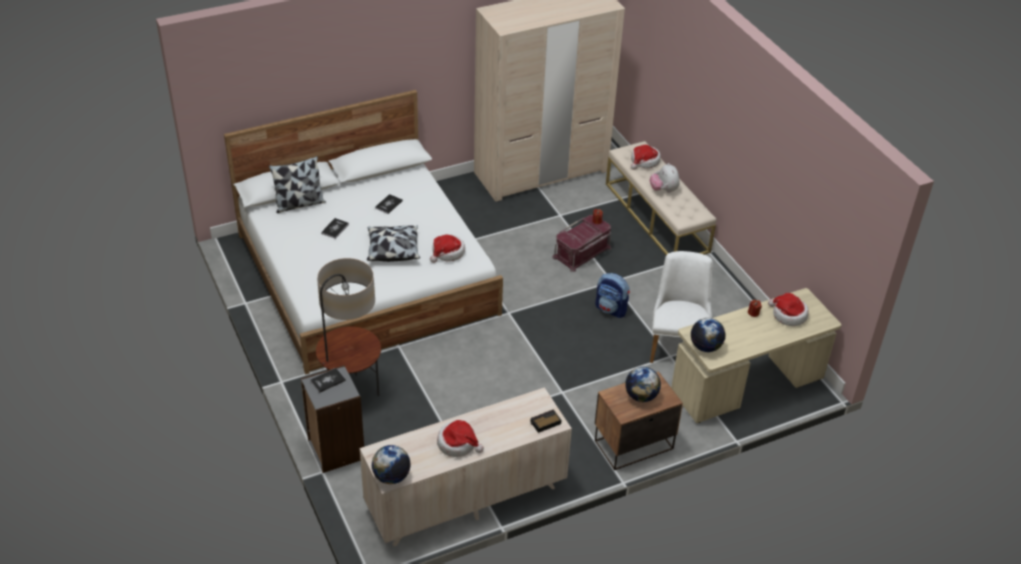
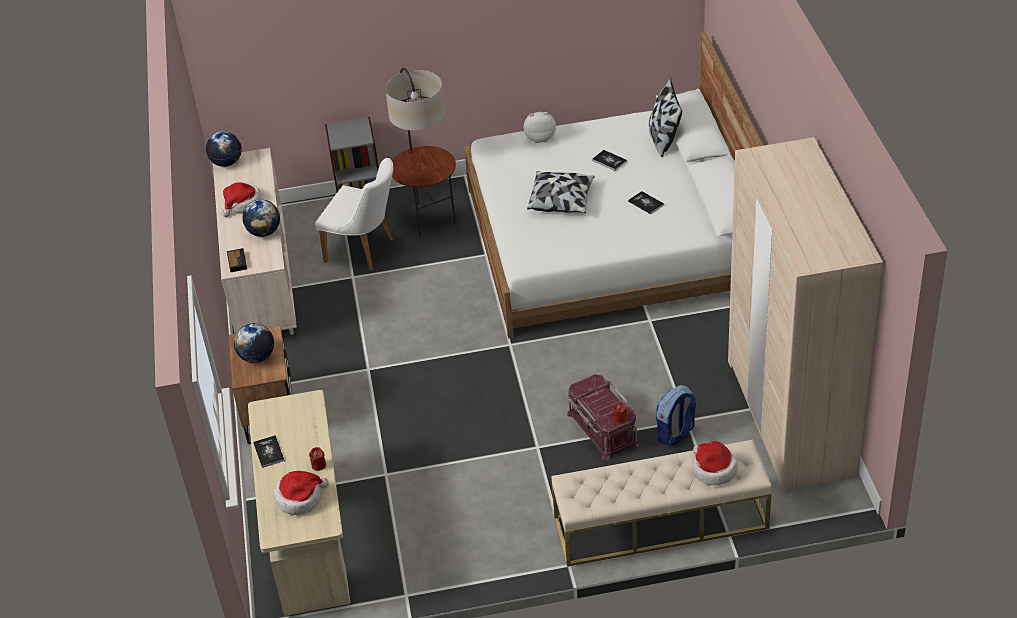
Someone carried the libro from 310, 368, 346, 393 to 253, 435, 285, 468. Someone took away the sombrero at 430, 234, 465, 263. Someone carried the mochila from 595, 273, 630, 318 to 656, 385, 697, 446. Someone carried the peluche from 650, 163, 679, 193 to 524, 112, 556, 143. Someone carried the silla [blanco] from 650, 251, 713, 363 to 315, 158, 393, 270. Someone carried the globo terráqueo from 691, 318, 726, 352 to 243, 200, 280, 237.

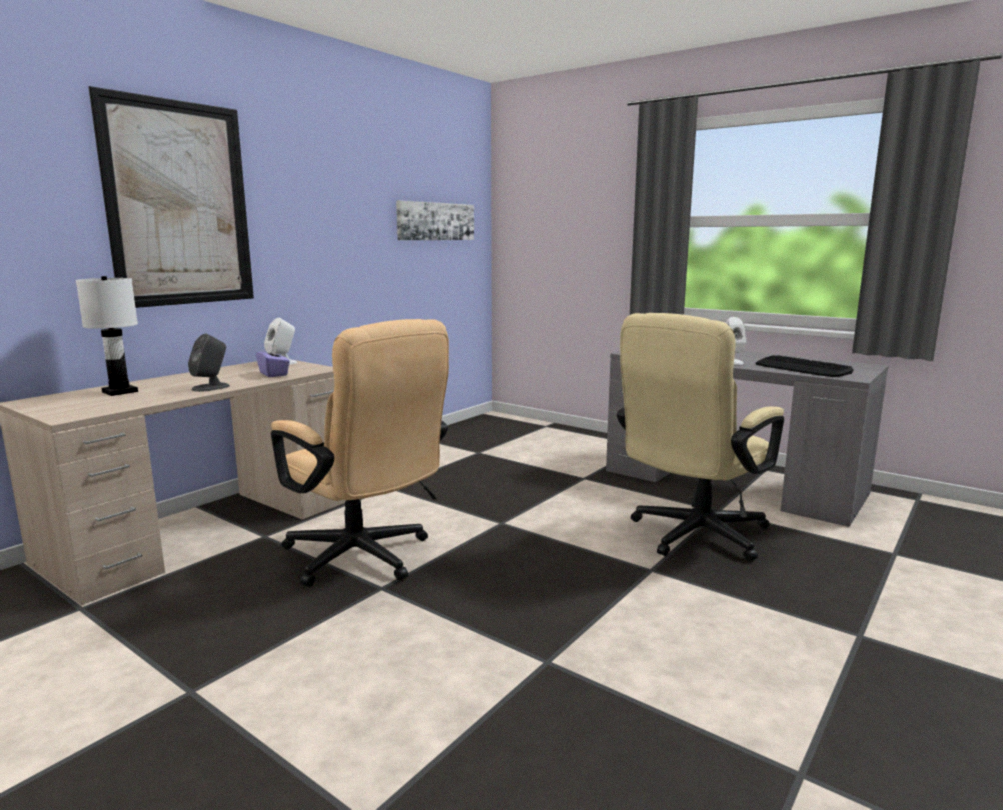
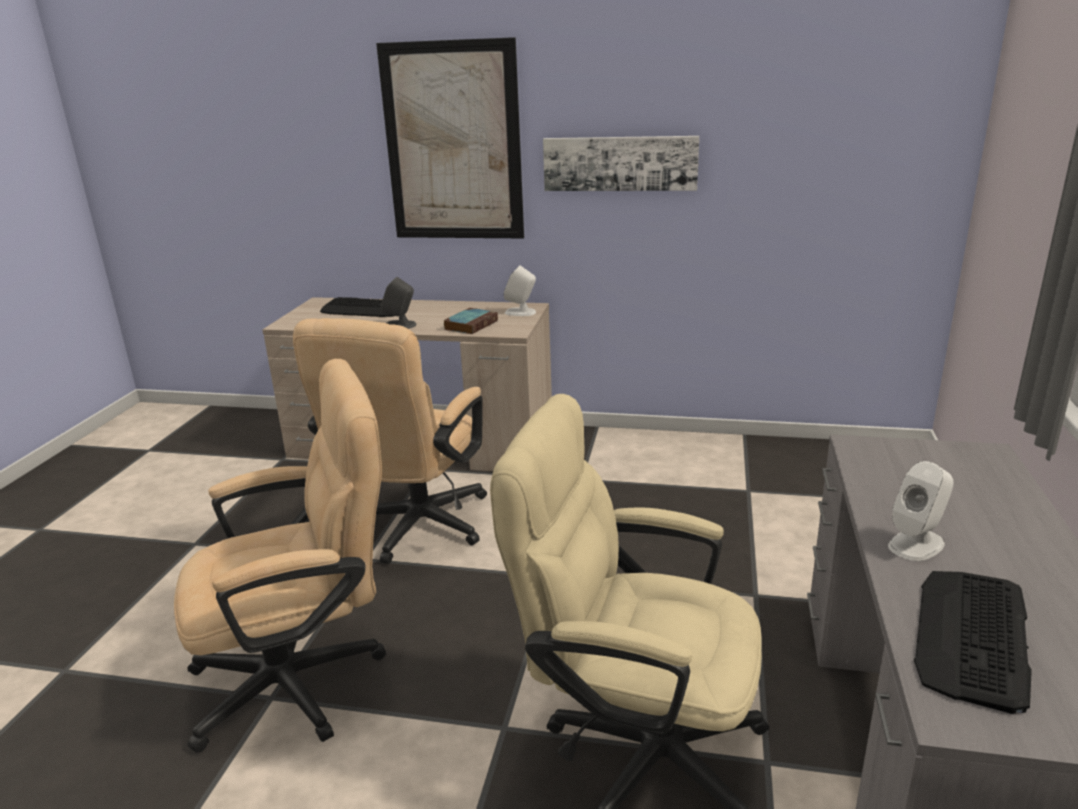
Someone swapped the lámpara de mesa [blanco] at 76, 276, 138, 396 for the teclado at 320, 297, 394, 317. Someone swapped the caja de pañuelos [morado] at 256, 344, 290, 377 for the libro at 444, 308, 498, 334. Someone carried the cuadro from 396, 201, 474, 240 to 543, 136, 699, 191. Someone put down the silla de oficina [beis] at 174, 359, 386, 753.

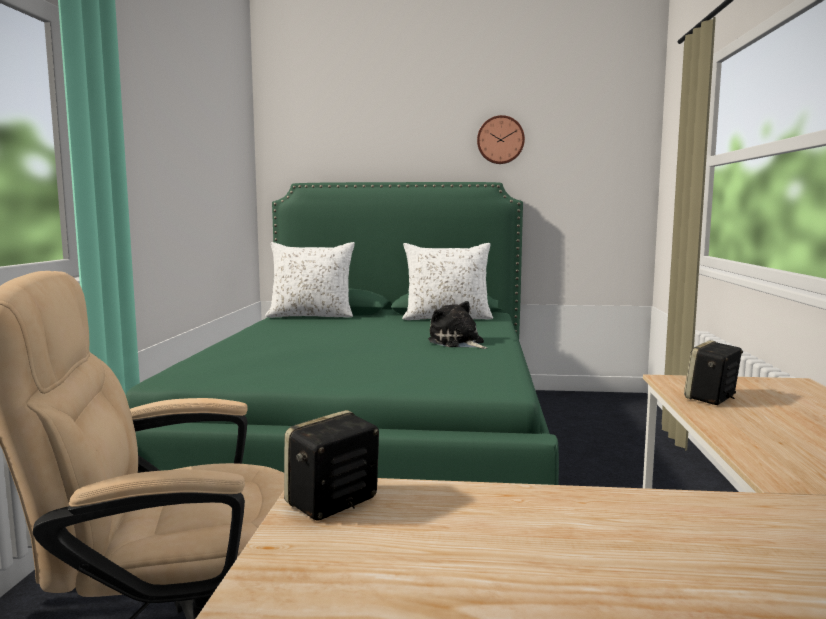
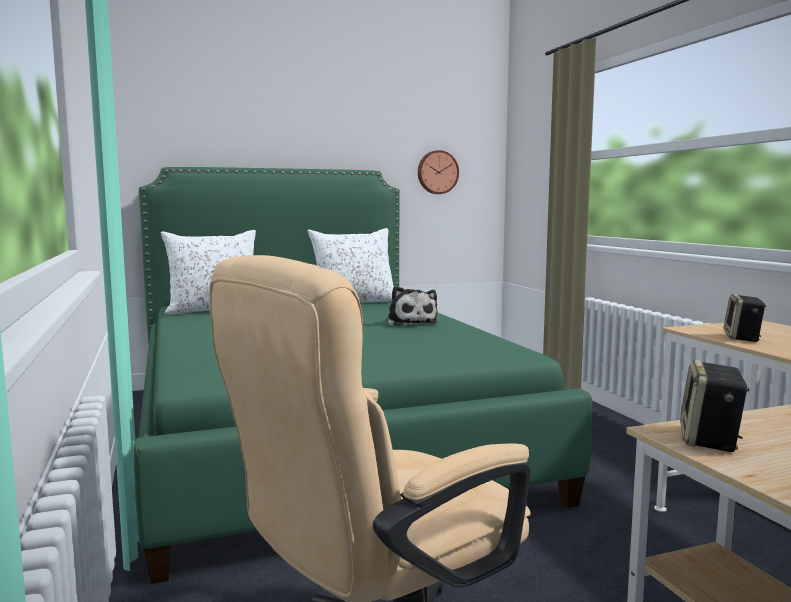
Someone rotated the peluche at 428, 301, 487, 349 by 135 degrees counterclockwise. Someone carried the reloj de pared from 477, 115, 525, 164 to 418, 150, 459, 194.

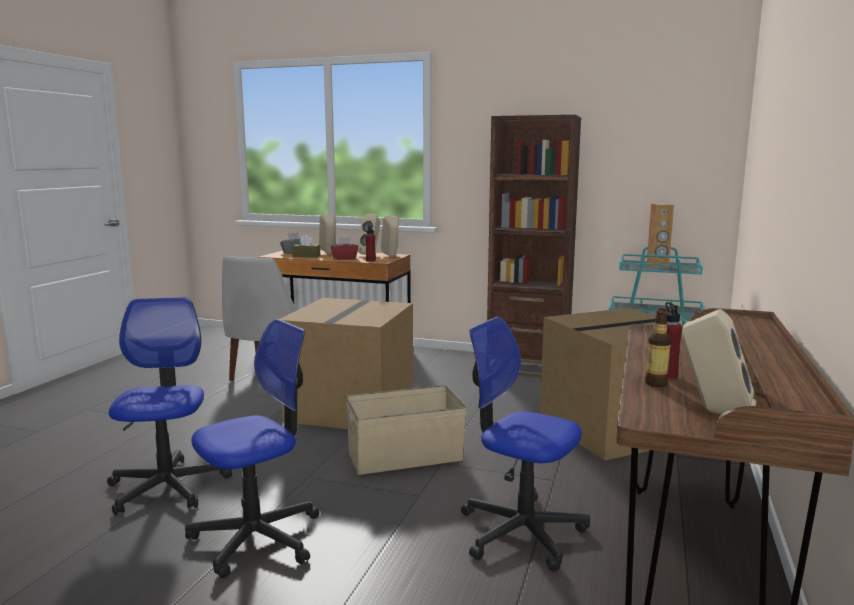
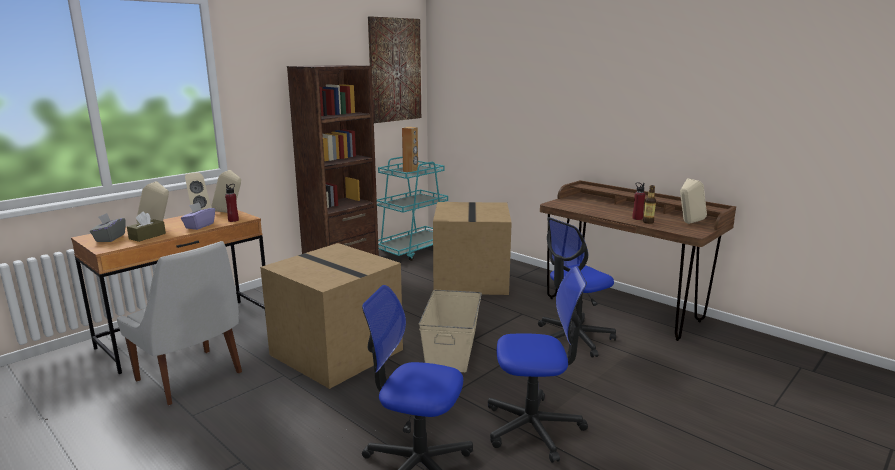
Someone rotated the silla de oficina at 185, 319, 320, 578 by 105 degrees clockwise. Someone repainted the caja de pañuelos [rojo] at 331, 237, 358, 260, which became the caja de pañuelos [morado] at 181, 202, 215, 230. Someone put up the cuadro at 368, 16, 421, 123.

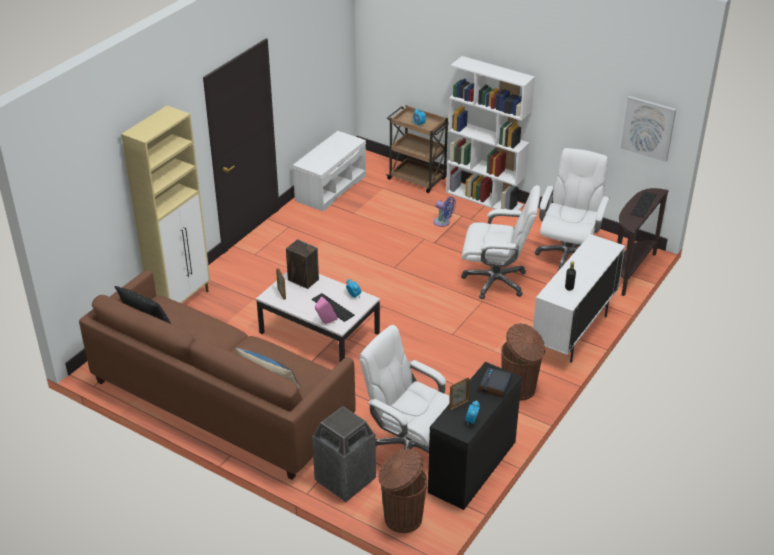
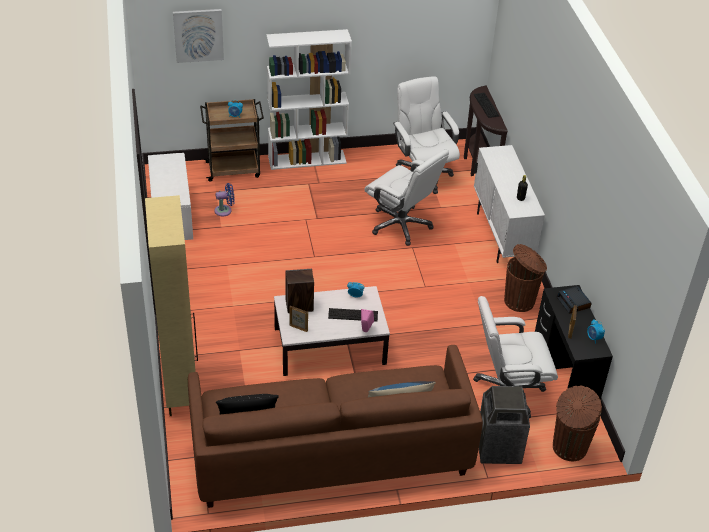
Someone carried the ventilador [azul] from 433, 197, 456, 227 to 214, 183, 235, 217. Someone rotated the silla de oficina [blanco] at 461, 185, 541, 299 by 75 degrees clockwise. Someone carried the cuadro from 621, 96, 676, 162 to 173, 9, 224, 63.

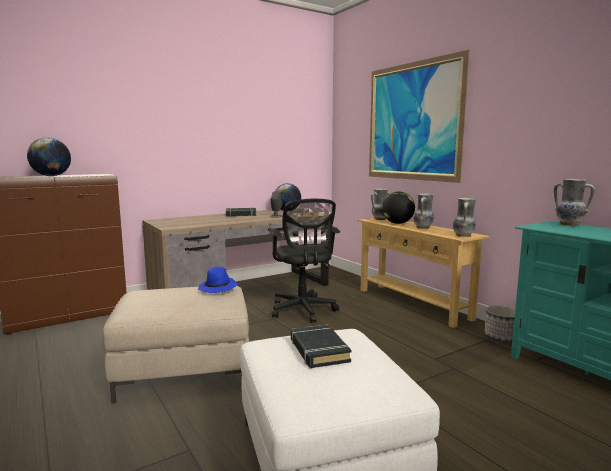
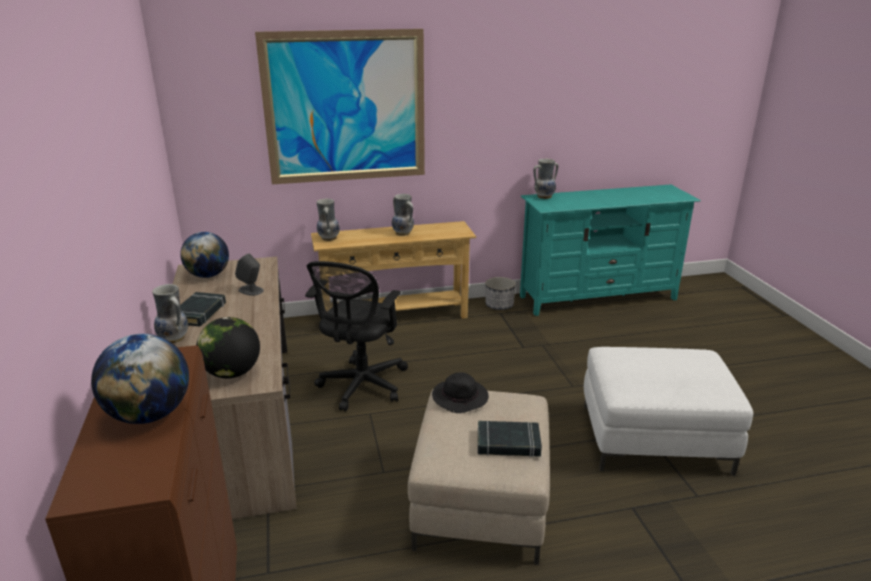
Someone repainted the sombrero [azul] at 198, 267, 238, 293, which became the sombrero [negro] at 432, 372, 489, 413. Someone rotated the silla de oficina [negro] at 269, 199, 340, 323 by 105 degrees clockwise. Someone carried the libro [negro] from 291, 324, 351, 368 to 478, 421, 542, 457. Someone carried the globo terráqueo from 382, 191, 415, 224 to 196, 317, 260, 378. Someone carried the florero from 453, 198, 476, 237 to 152, 284, 188, 343.

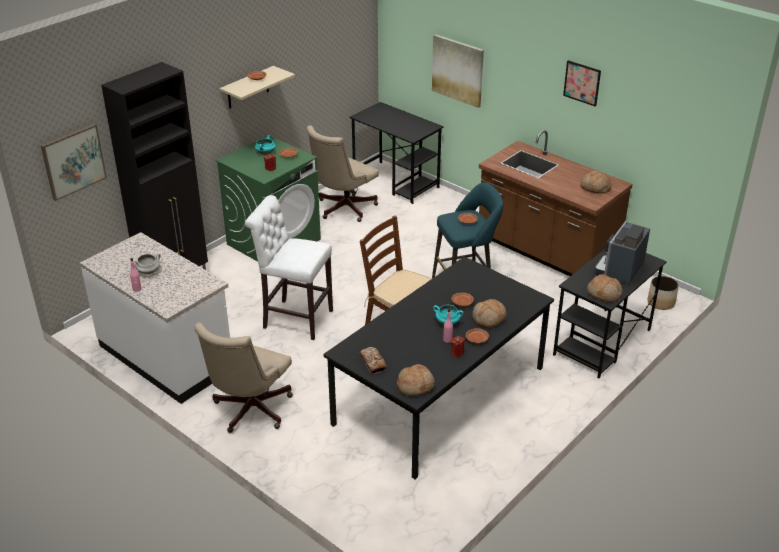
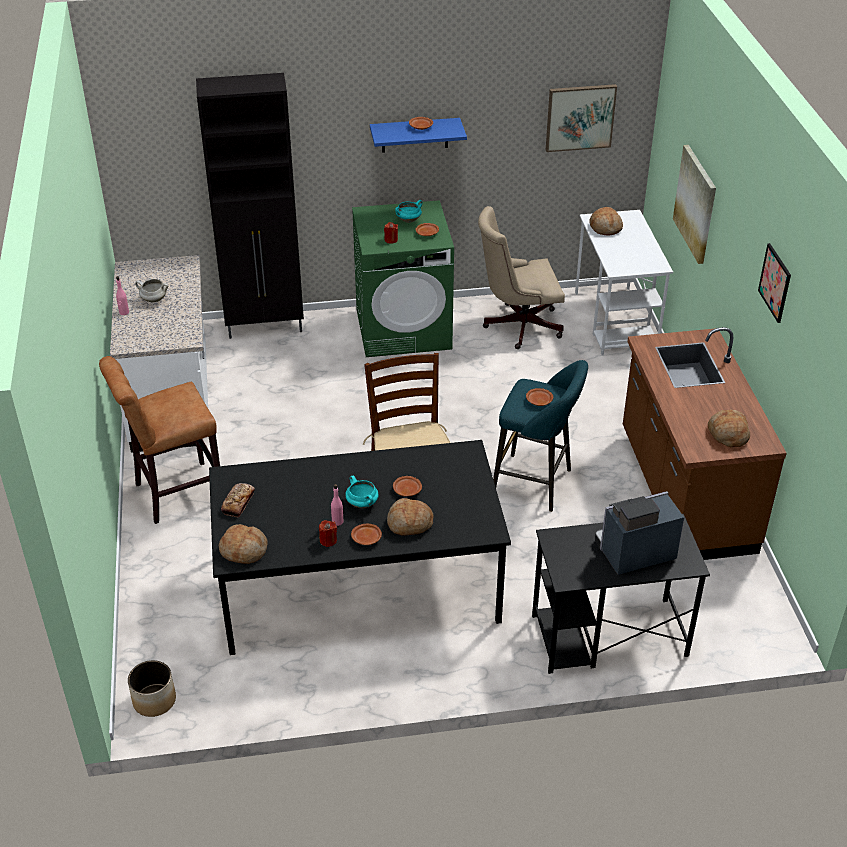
Someone carried the cuadro from 41, 124, 107, 201 to 546, 84, 617, 152. Someone swapped the silla de oficina [beis] at 195, 322, 293, 433 for the taburete [marrón] at 99, 356, 220, 524. Someone repainted the estante [beis] at 220, 66, 295, 109, which became the estante [azul] at 370, 118, 467, 153. Someone took away the taburete [blanco] at 245, 195, 333, 340. Someone repainted the escritorio [negro] at 350, 102, 444, 204, which became the escritorio [blanco] at 575, 210, 673, 356. Someone carried the pan from 587, 274, 622, 302 to 590, 207, 623, 235. Someone carried the maceta from 648, 276, 679, 310 to 128, 660, 176, 717.

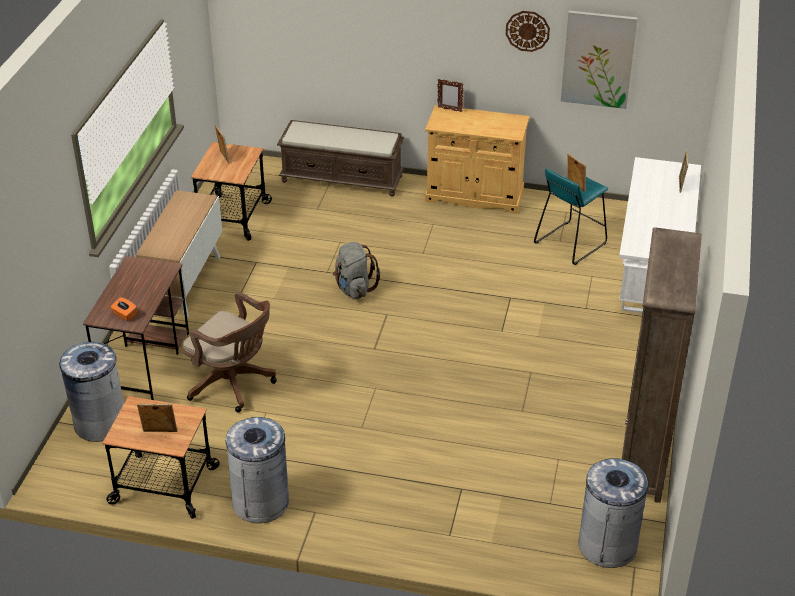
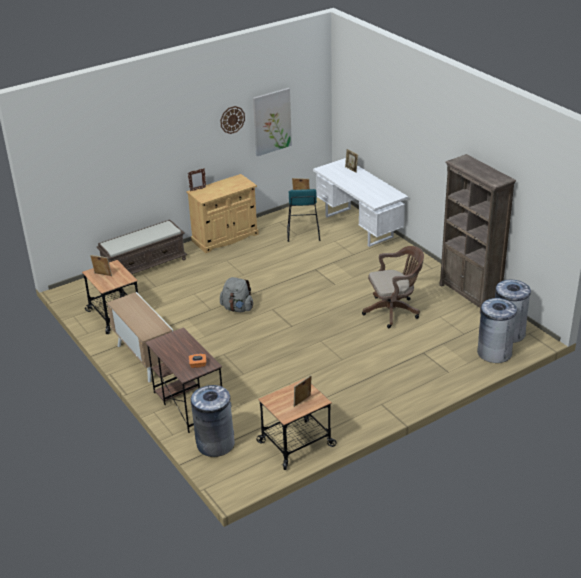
Someone carried the silla de oficina [marrón] from 182, 292, 277, 413 to 362, 246, 424, 328. Someone carried the papelera [gris] from 226, 417, 289, 523 to 477, 298, 517, 363.

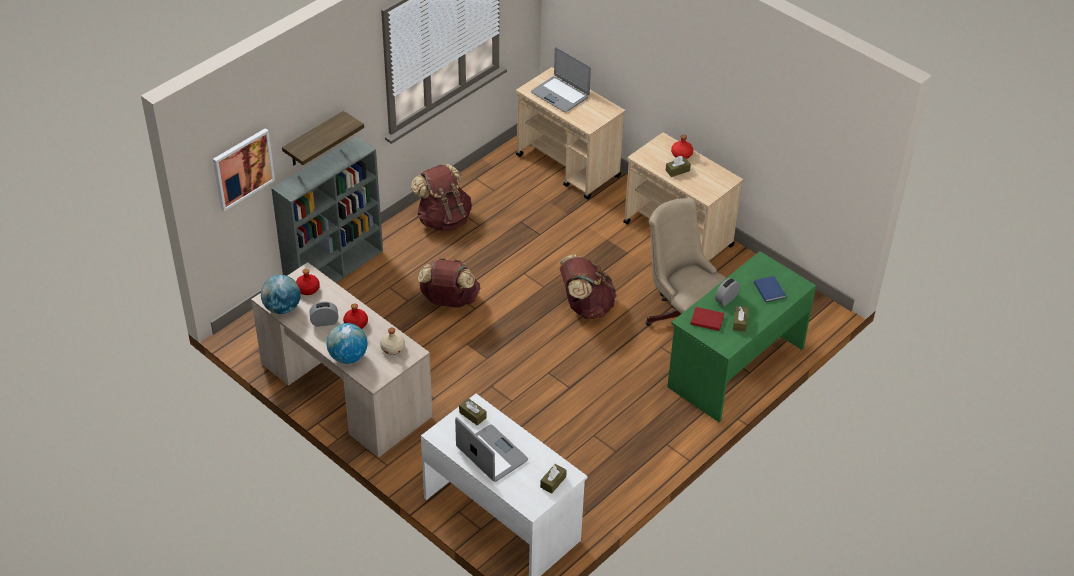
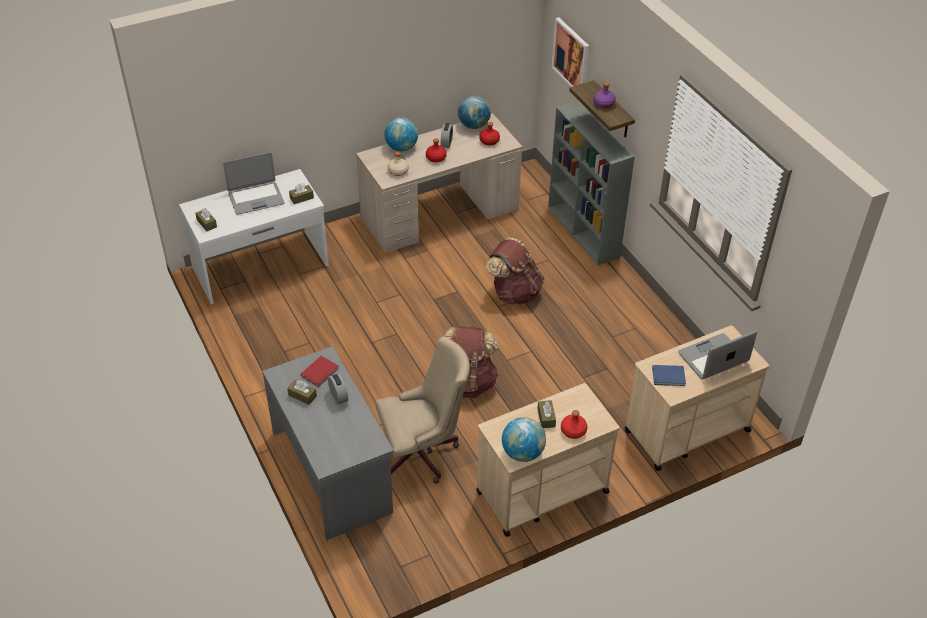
Someone took away the mochila [marrón] at 411, 164, 472, 232. Someone repainted the escritorio [verde] at 667, 251, 816, 422, which became the escritorio [gris] at 263, 346, 394, 540. Someone carried the libro [azul] from 754, 276, 786, 302 to 652, 365, 686, 386. Someone put down the globo terráqueo at 502, 417, 546, 462. Someone put down the botella [morado] at 593, 82, 616, 108.

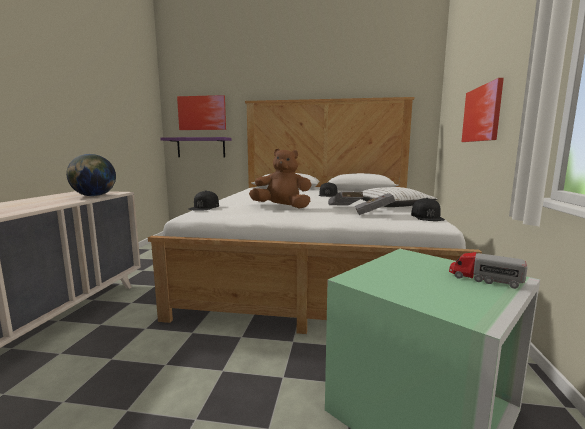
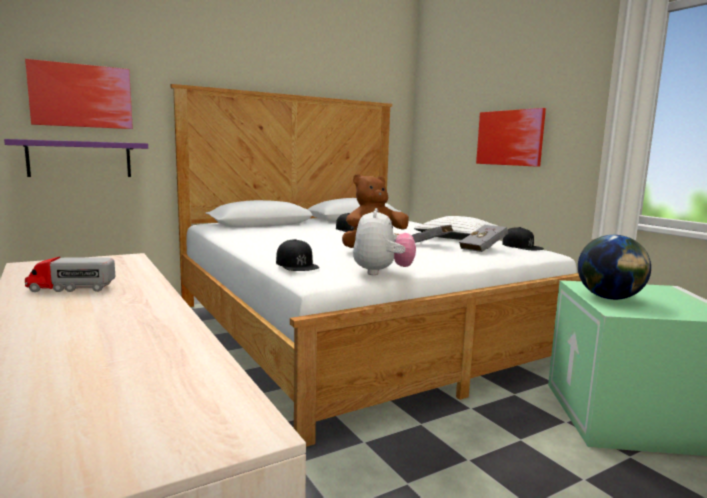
Someone carried the globo terráqueo from 66, 154, 116, 196 to 578, 235, 651, 300. Someone carried the camión de juguete from 449, 252, 527, 289 to 25, 257, 115, 292. Someone put down the peluche at 353, 208, 416, 275.

